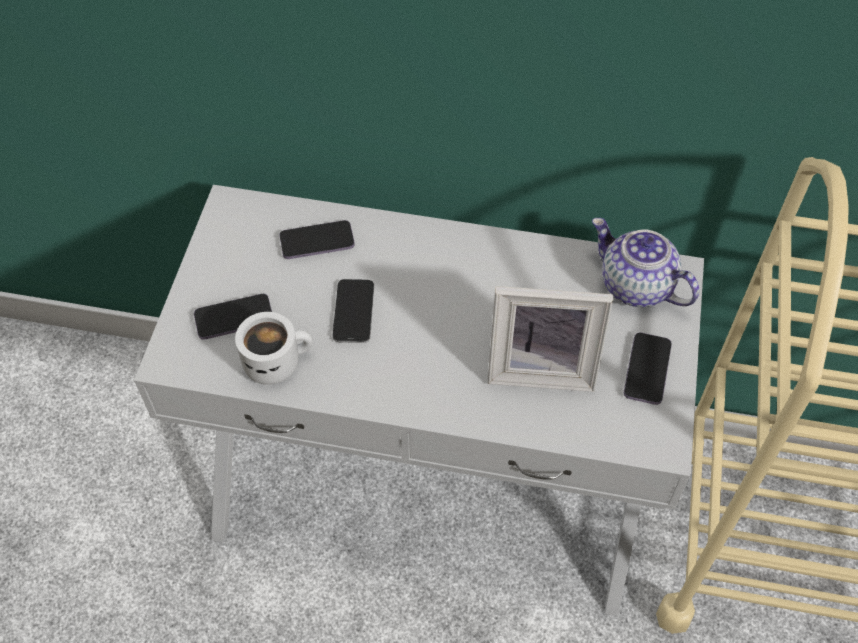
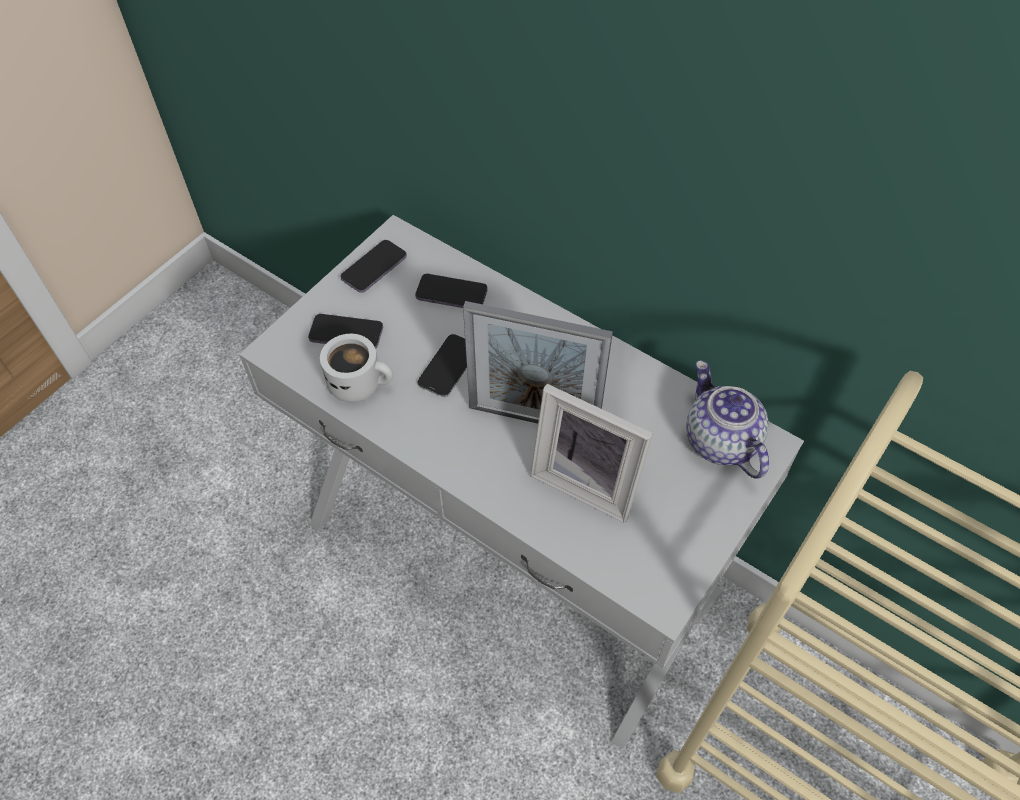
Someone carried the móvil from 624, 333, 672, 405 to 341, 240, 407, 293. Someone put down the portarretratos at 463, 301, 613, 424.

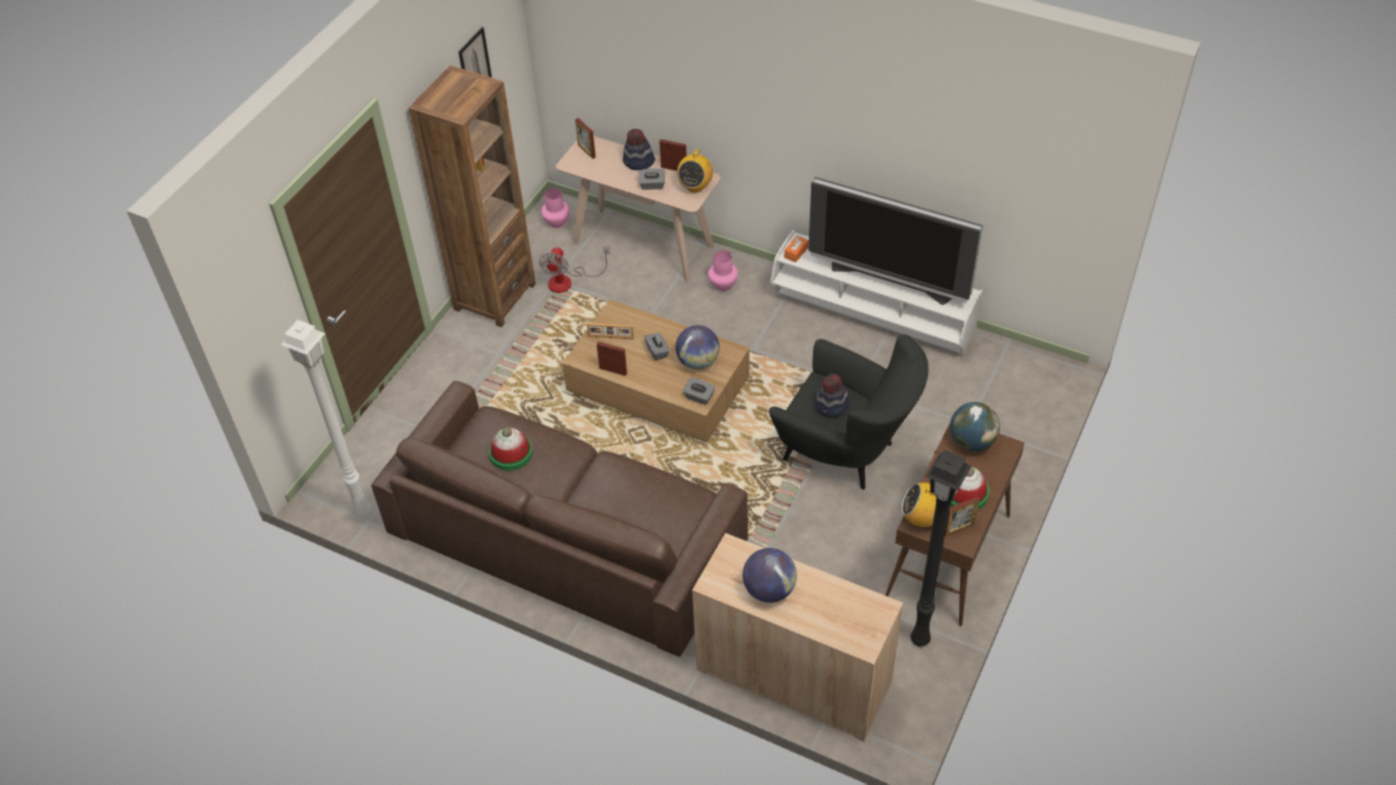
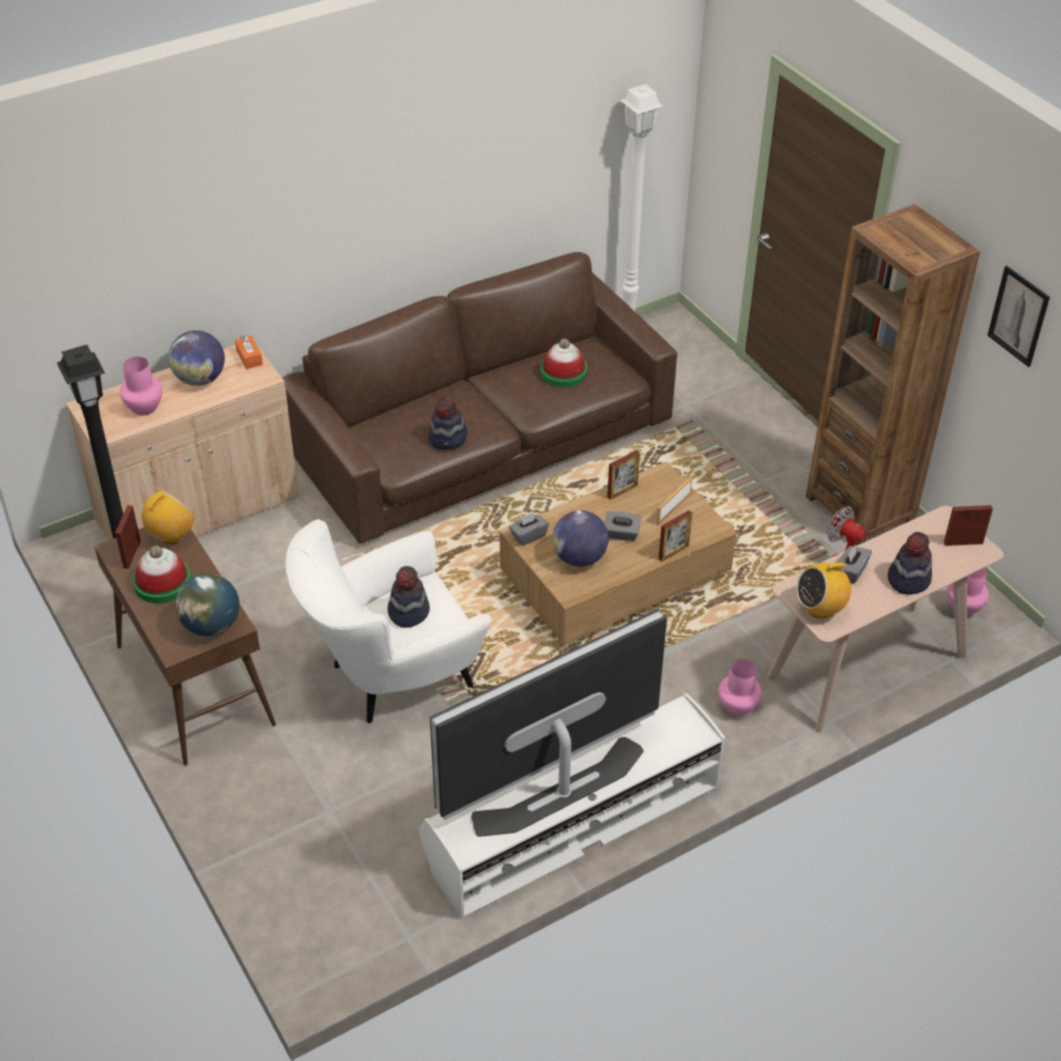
Someone carried the portarretratos from 659, 139, 687, 171 to 659, 510, 692, 561. Someone rotated the radio at 677, 147, 713, 193 by 75 degrees counterclockwise. Someone repainted the sillón [negro] at 769, 334, 928, 490, which became the sillón [blanco] at 286, 519, 491, 723. Someone carried the caja de pañuelos [naranja] from 784, 235, 809, 263 to 235, 335, 263, 369. Someone put down the florero [rosa] at 120, 357, 162, 416. Someone put down the sombrero at 428, 396, 467, 450.

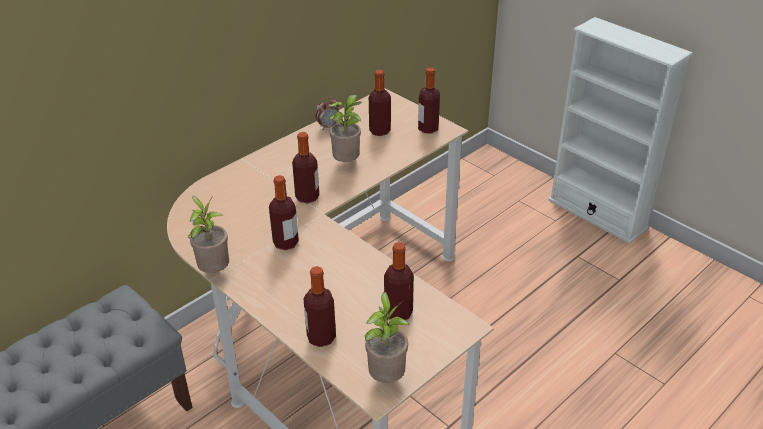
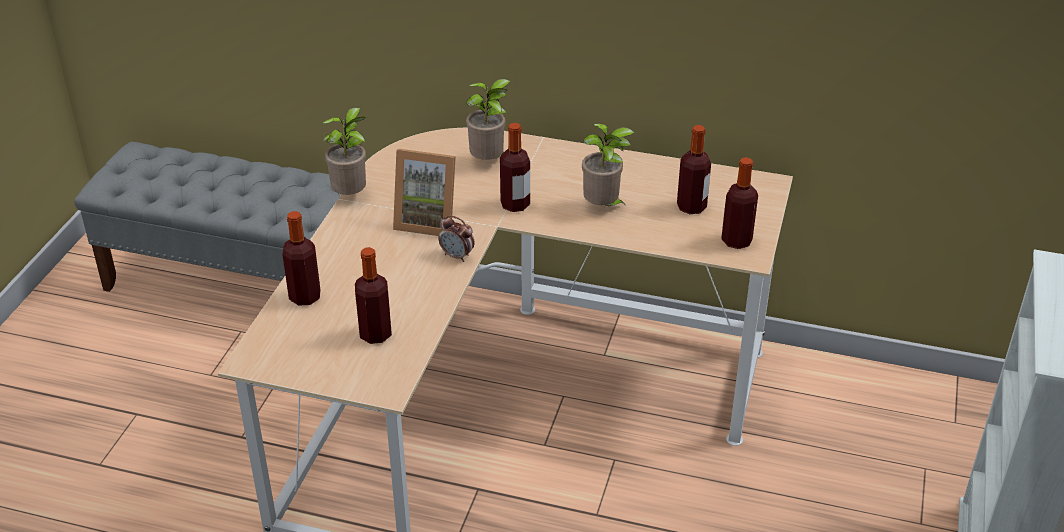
Someone swapped the botella at 269, 175, 299, 250 for the portarretratos at 393, 149, 456, 236. Someone carried the despertador from 315, 97, 339, 130 to 439, 215, 475, 262. Someone carried the planta en maceta from 364, 292, 410, 383 to 466, 79, 511, 160.

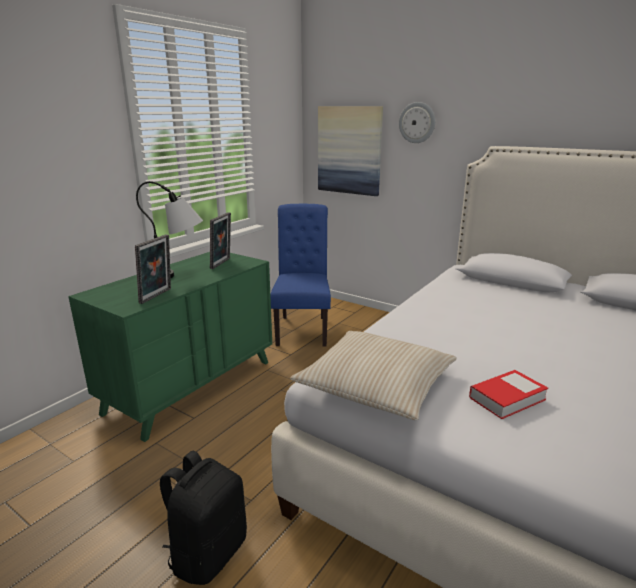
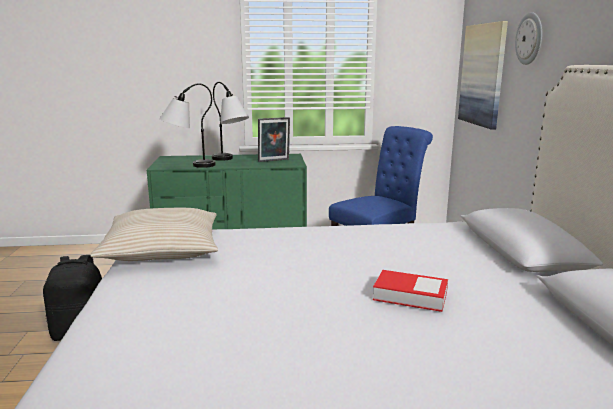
Someone swapped the portarretratos at 135, 234, 171, 304 for the lámpara de mesa at 159, 83, 216, 168. Someone carried the libro from 469, 370, 548, 419 to 373, 270, 448, 312.

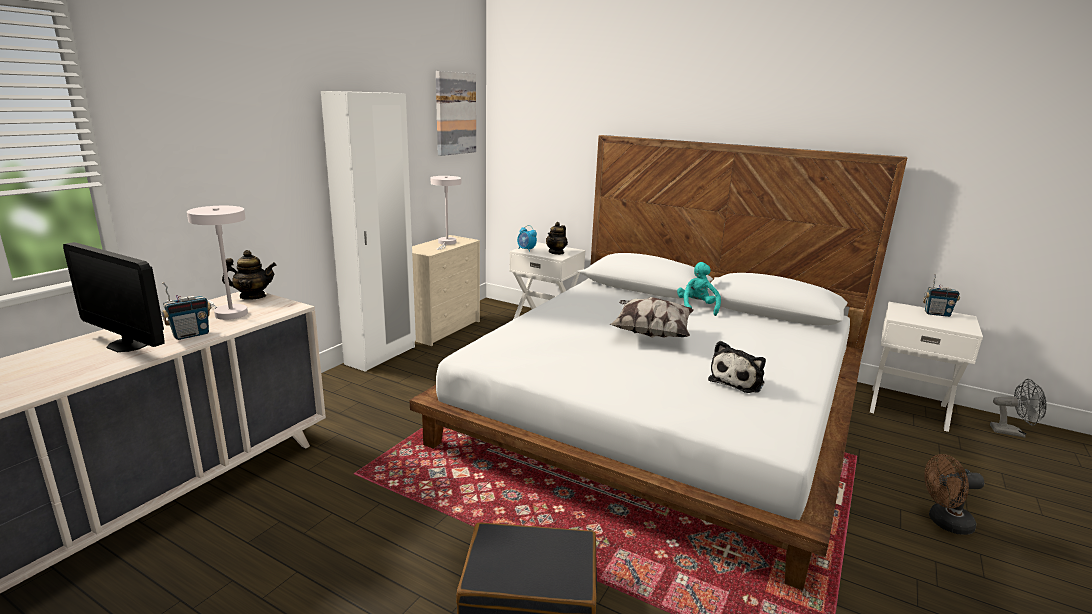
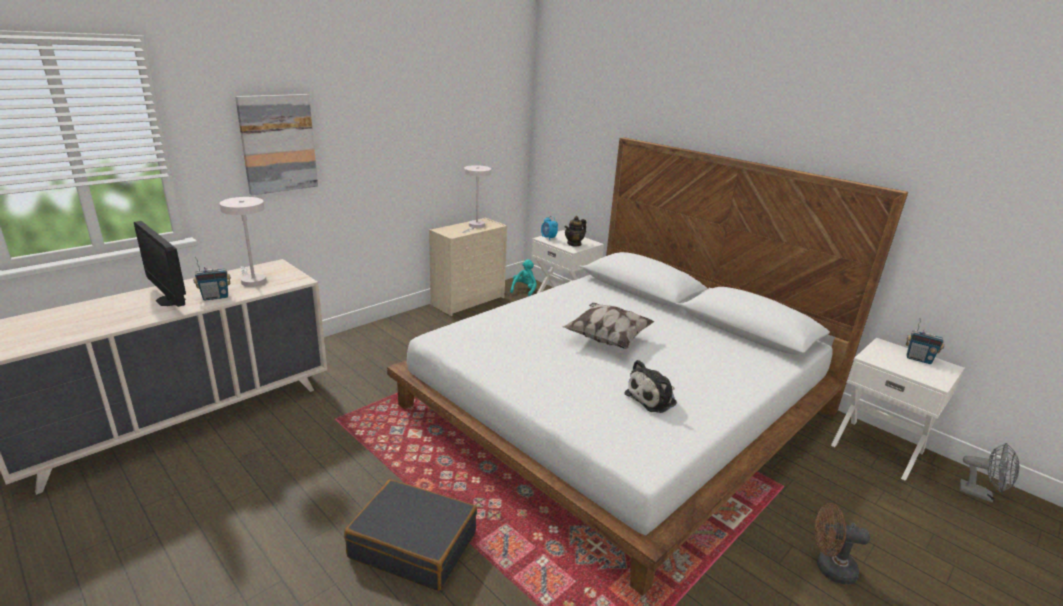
Someone took away the tetera at 222, 250, 276, 300. Someone took away the armario ropero [blanco] at 321, 91, 416, 372. Someone carried the cuadro from 436, 71, 476, 156 to 235, 94, 318, 195. Someone carried the peluche [turquesa] from 677, 262, 721, 316 to 510, 259, 537, 297.

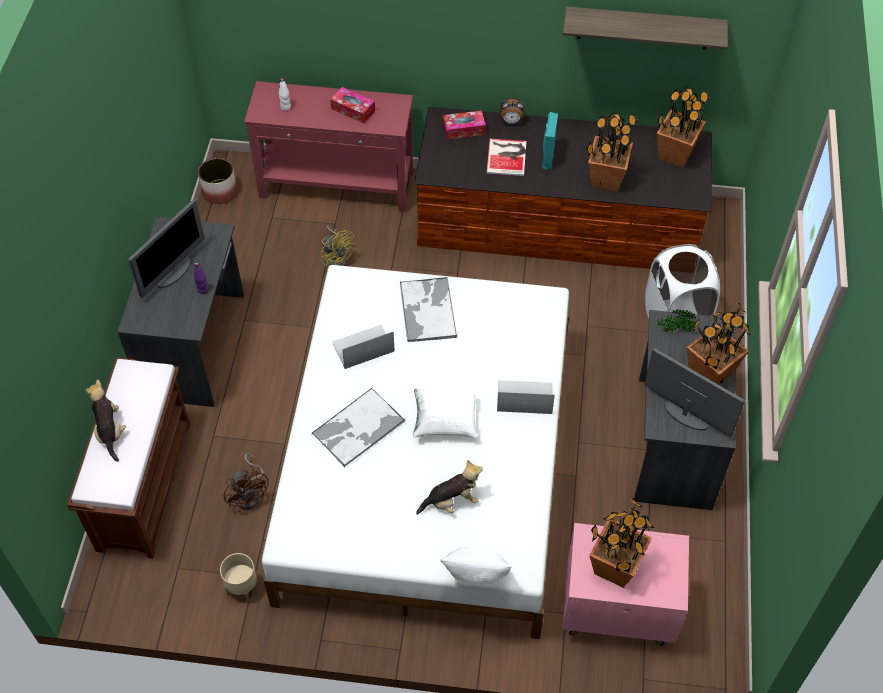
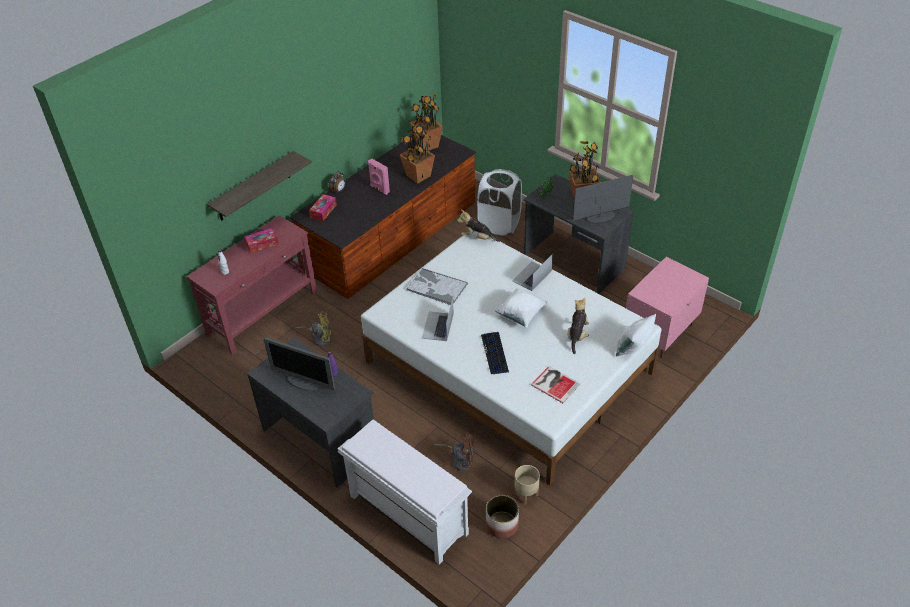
Someone repainted the banco [marrón] at 67, 357, 190, 559, which became the banco [blanco] at 338, 419, 472, 565. Someone carried the peluche from 85, 379, 126, 462 to 457, 210, 500, 242. Someone rotated the monitor at 128, 200, 205, 298 by 135 degrees clockwise. Someone carried the maceta from 198, 158, 237, 204 to 486, 495, 519, 538. Someone swapped the bandeja at 312, 388, 406, 467 for the teclado at 481, 332, 509, 374. Someone carried the libro from 486, 139, 527, 176 to 531, 366, 581, 403. Someone repainted the altavoz [turquesa] at 542, 112, 558, 169, which became the altavoz [rosa] at 368, 159, 390, 195. Someone carried the estante from 563, 6, 728, 50 to 207, 151, 312, 221. Someone took away the planta en maceta at 589, 498, 654, 588.

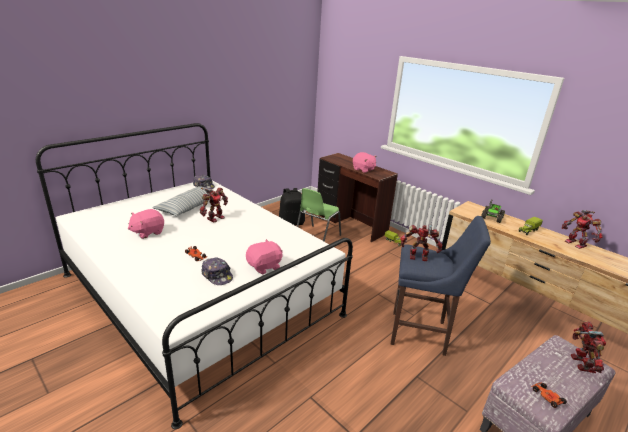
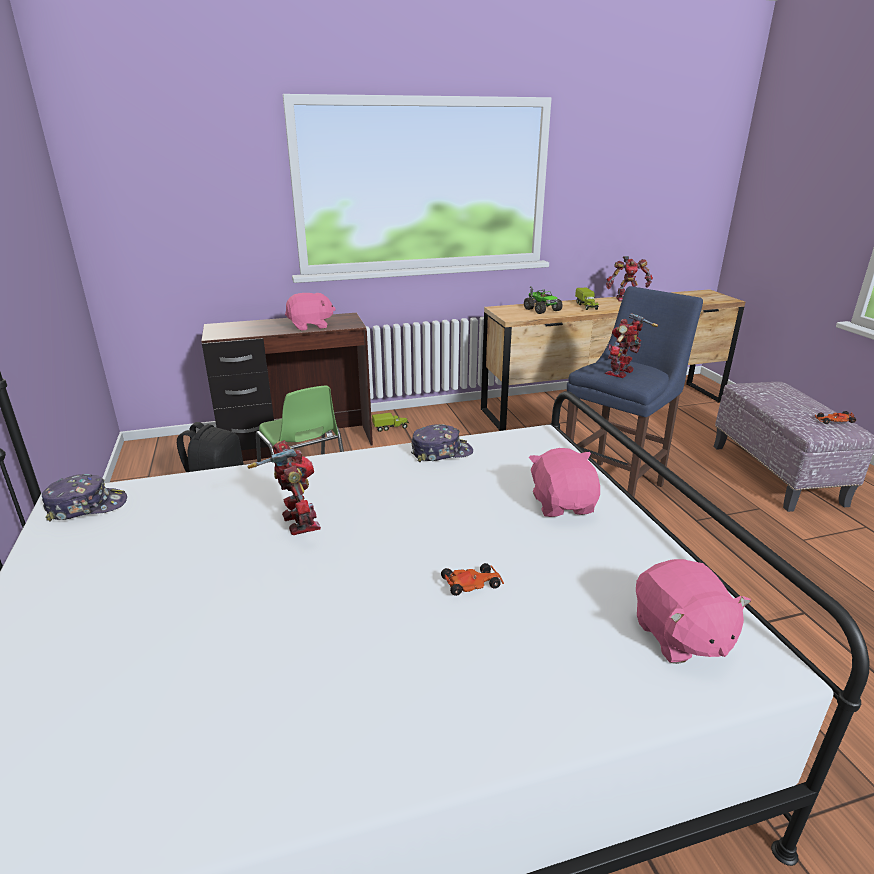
Someone carried the peluche [rosa] from 128, 209, 164, 239 to 636, 559, 751, 664. Someone took away the cojín at 152, 186, 215, 216. Someone carried the gorra from 201, 258, 233, 285 to 411, 424, 473, 462. Someone took away the robot de juguete at 571, 321, 606, 373.

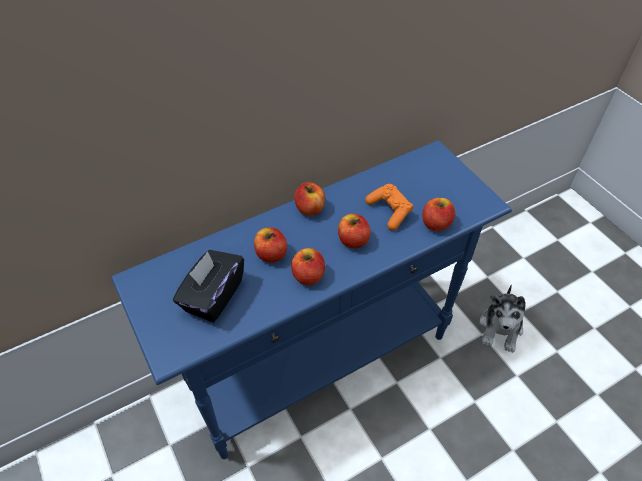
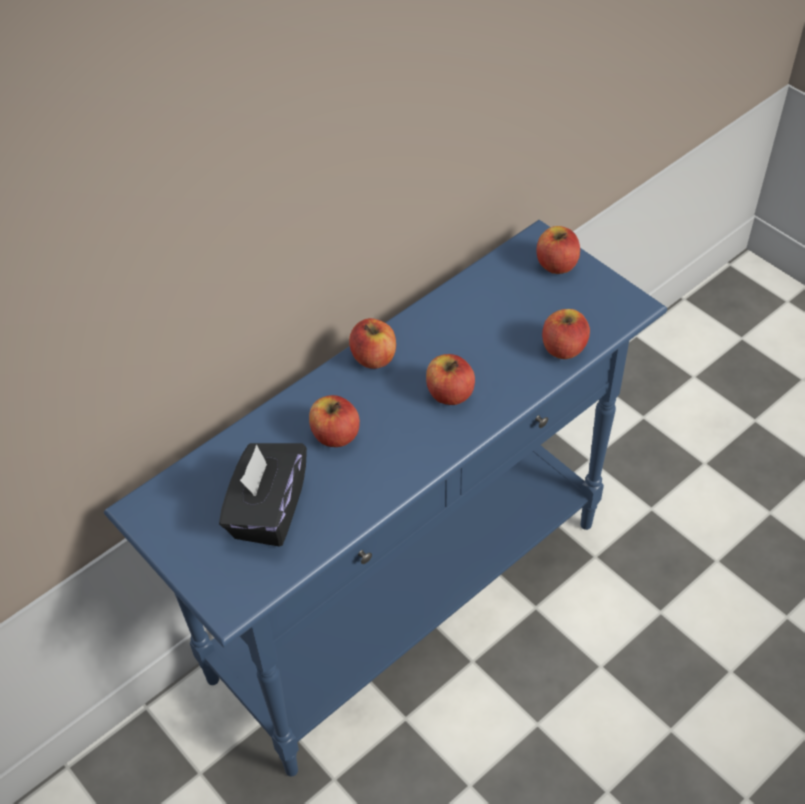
Someone carried the manzana from 291, 248, 325, 285 to 537, 226, 580, 274. Someone took away the mando de consola [naranja] at 365, 184, 413, 231. Someone took away the peluche at 479, 285, 525, 353.

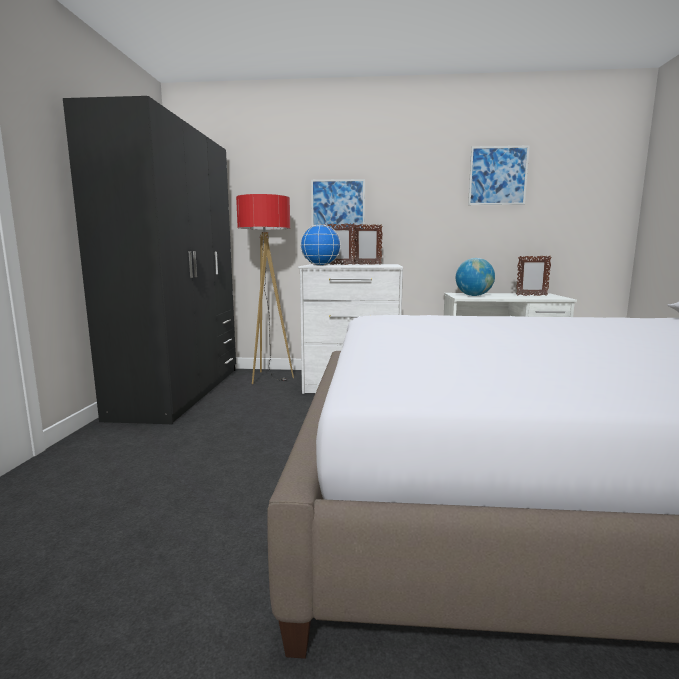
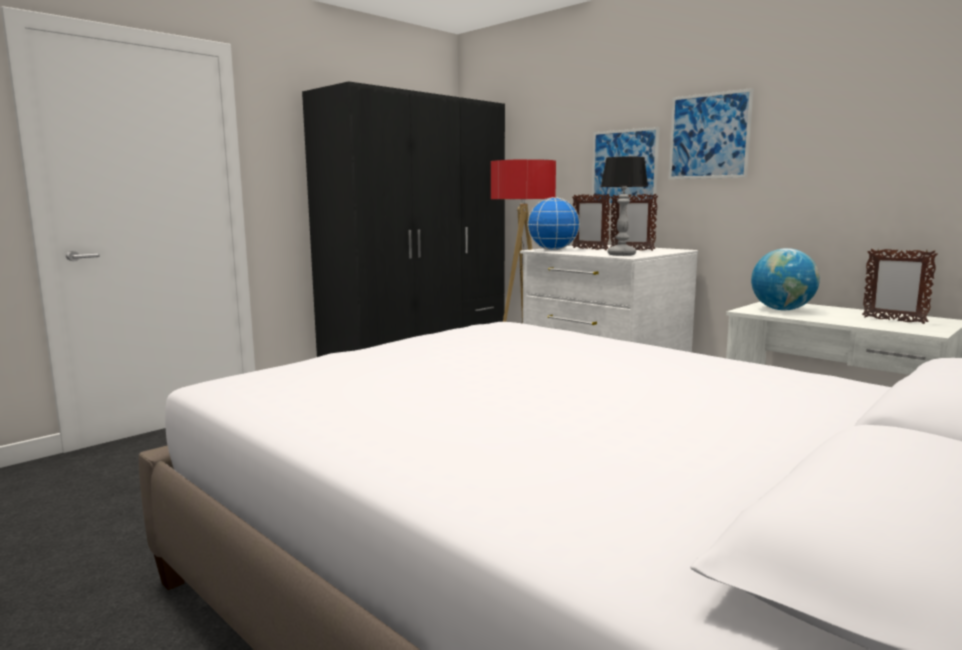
Someone carried the cuadro from 468, 145, 530, 205 to 669, 88, 754, 179. Someone put down the lámpara de mesa at 601, 156, 648, 256.

